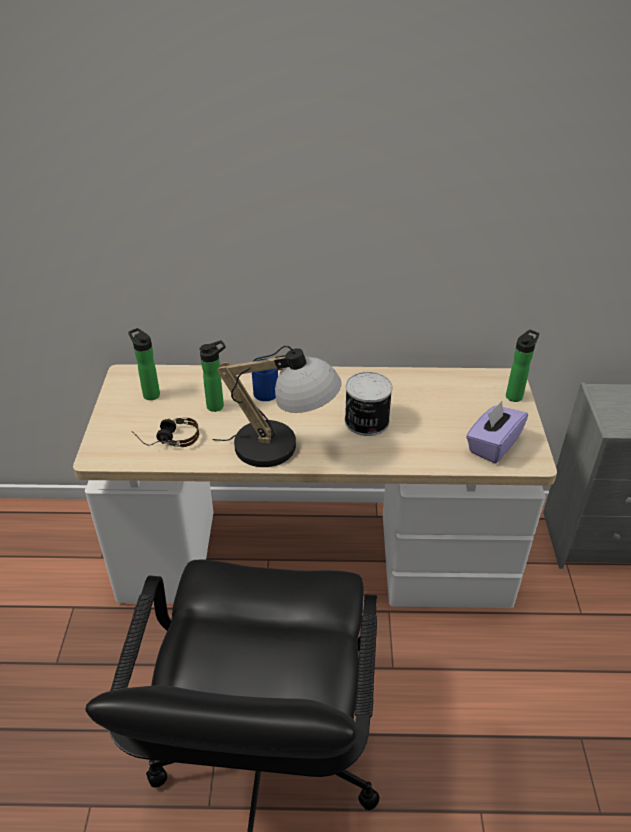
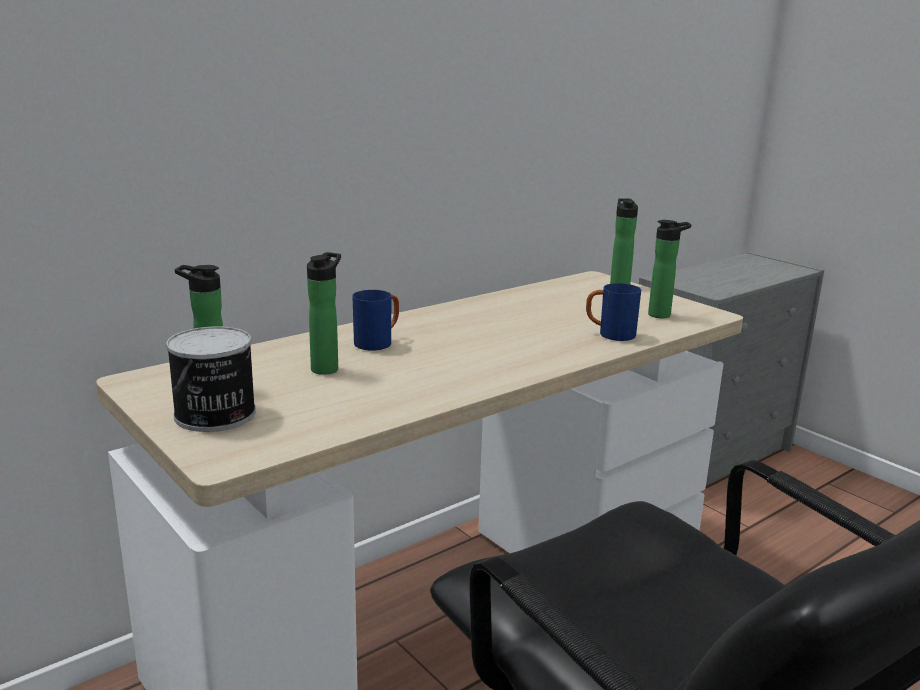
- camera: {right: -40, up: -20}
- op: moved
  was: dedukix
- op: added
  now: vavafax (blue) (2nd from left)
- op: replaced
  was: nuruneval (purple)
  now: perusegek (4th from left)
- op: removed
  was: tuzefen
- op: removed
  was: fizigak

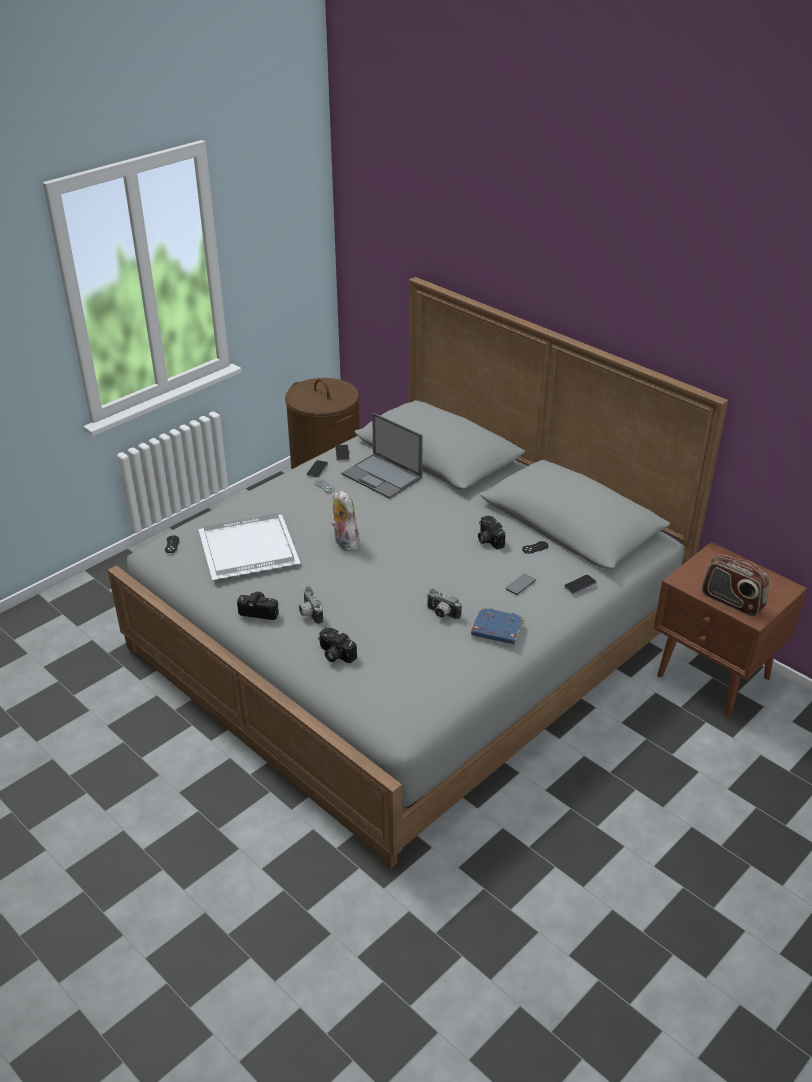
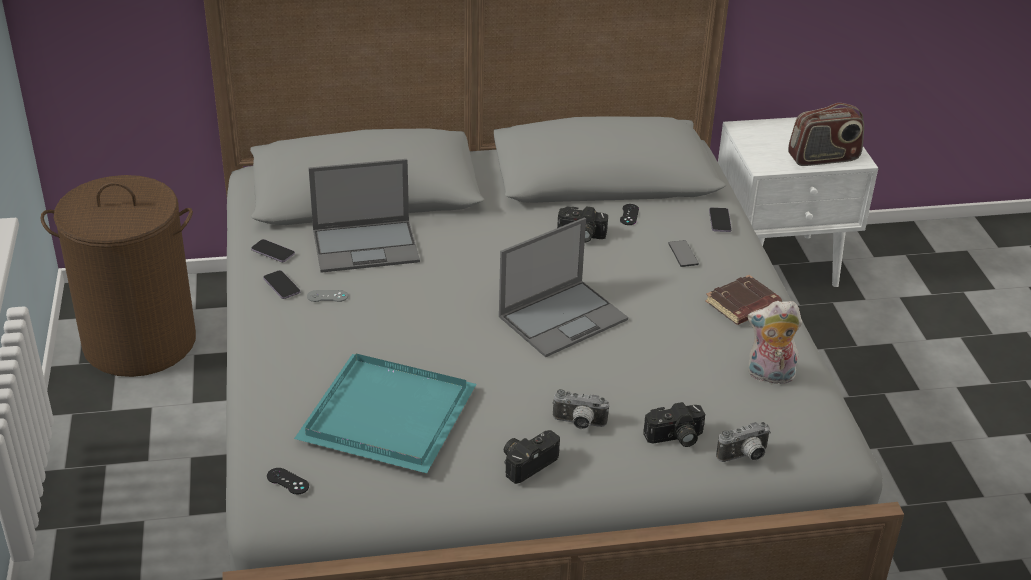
- camera: {right: -55, up: 0}
- op: recoloured
  was: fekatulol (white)
  now: fekatulol (turquoise)
- op: added
  now: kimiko (2nd from left)
- op: recoloured
  was: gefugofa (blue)
  now: gefugofa (brown)
- op: moved
  was: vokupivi (4th from left in the first image)
  now: vokupivi (5th from left)
- op: recoloured
  was: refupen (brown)
  now: refupen (white)
- op: moved
  was: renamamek

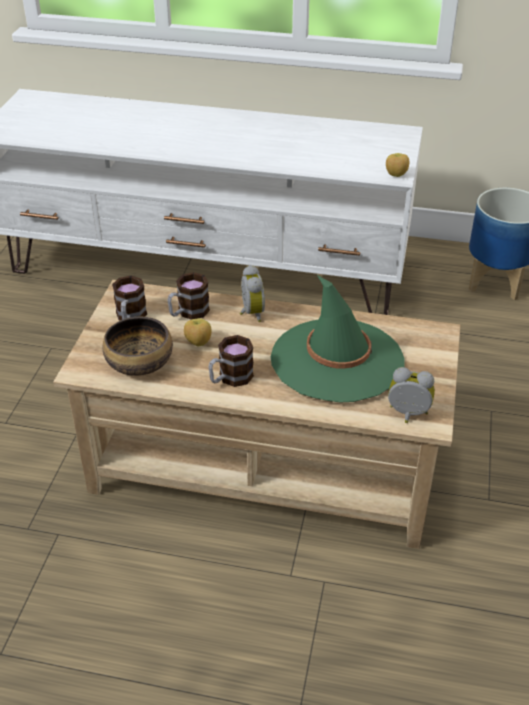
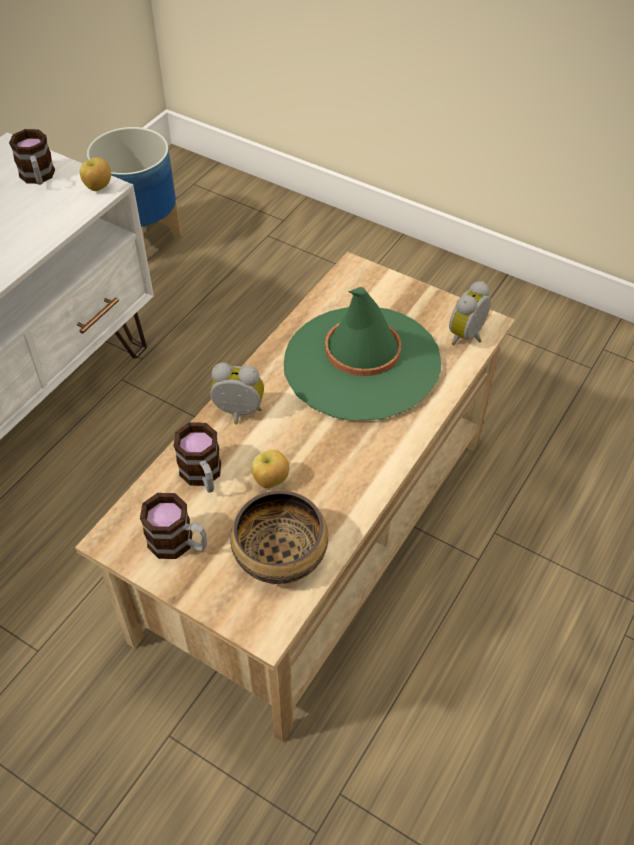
- camera: {right: -70, up: 10}
- op: moved
  was: vavafax (3rd from left in the first image)
  now: vavafax (1st from left)

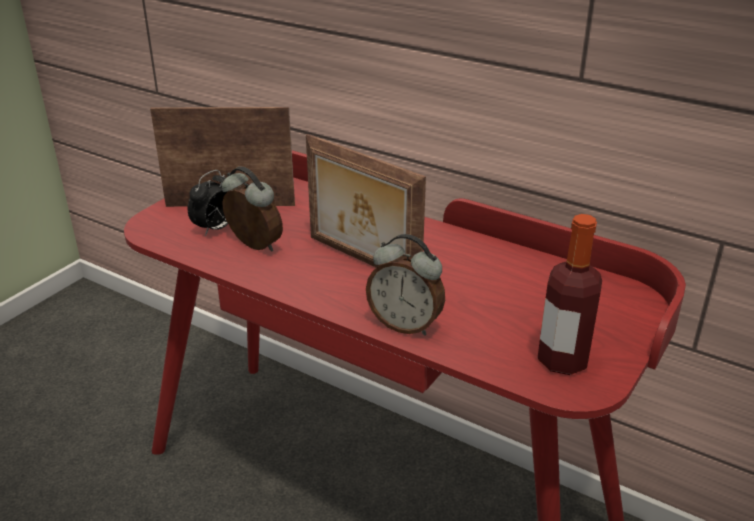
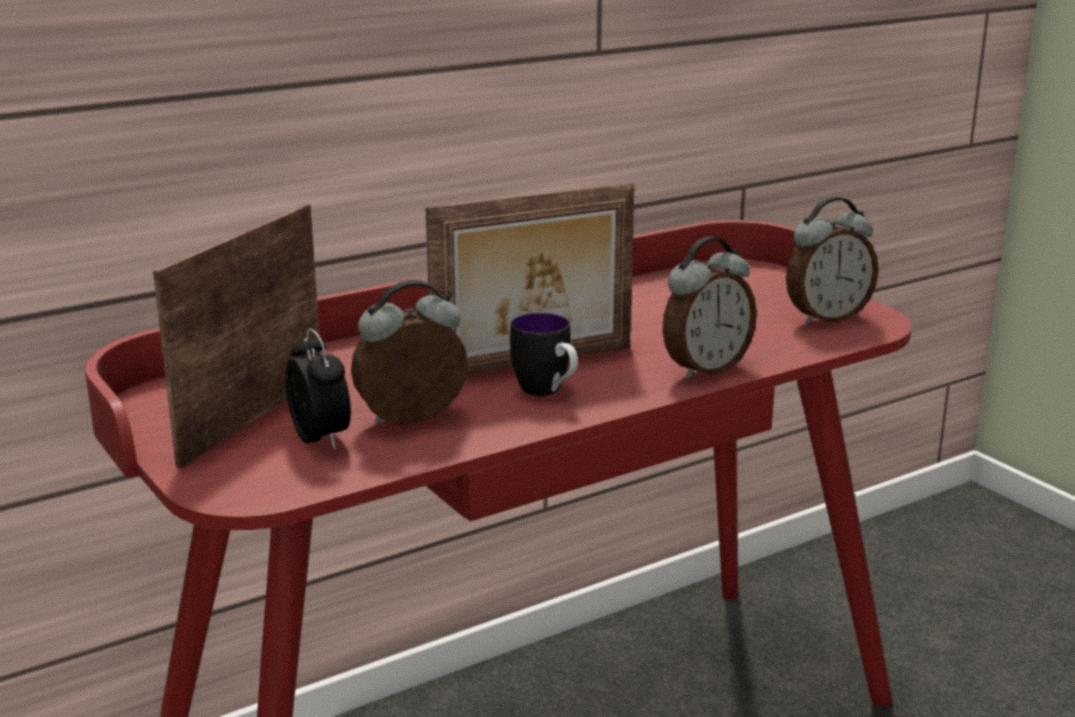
- camera: {right: -65, up: -10}
- op: added
  now: vavafax
- op: replaced
  was: perusegek
  now: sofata (4th from left)

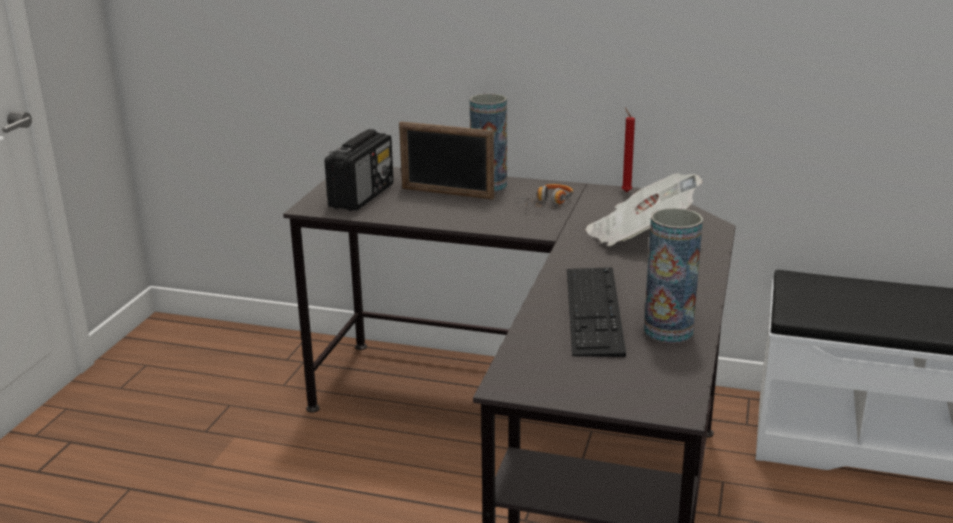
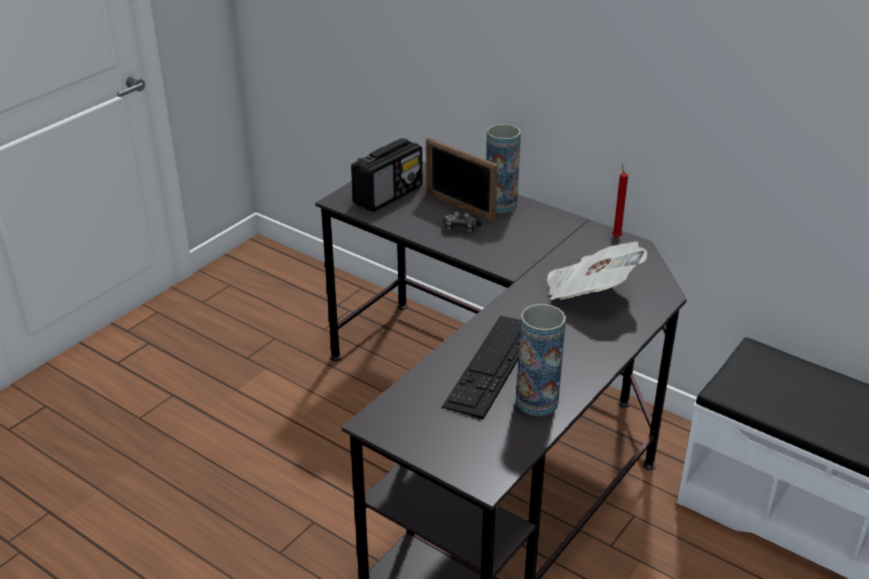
- camera: {right: 20, up: 10}
- op: added
  now: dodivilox
- op: removed
  was: tuzefen

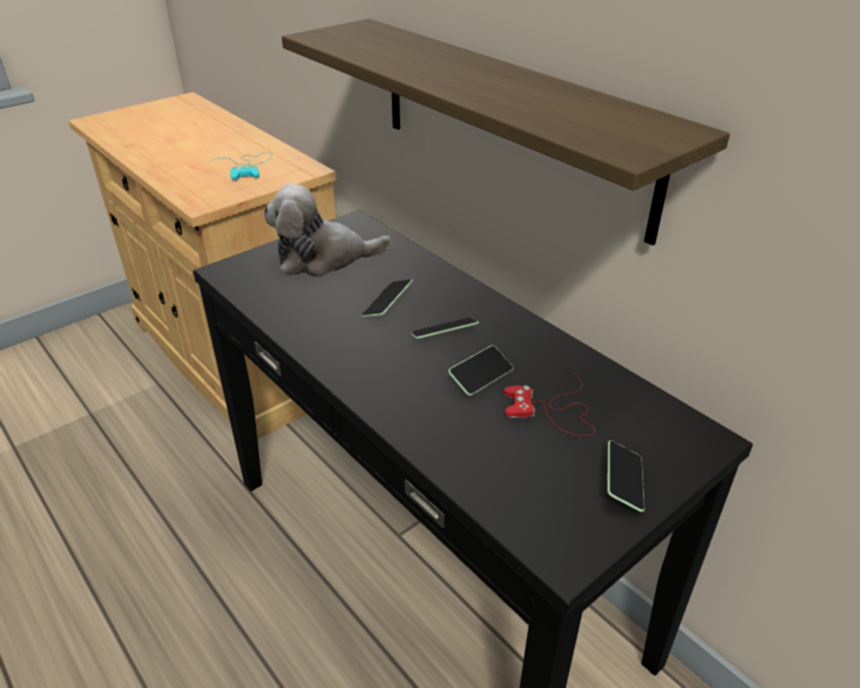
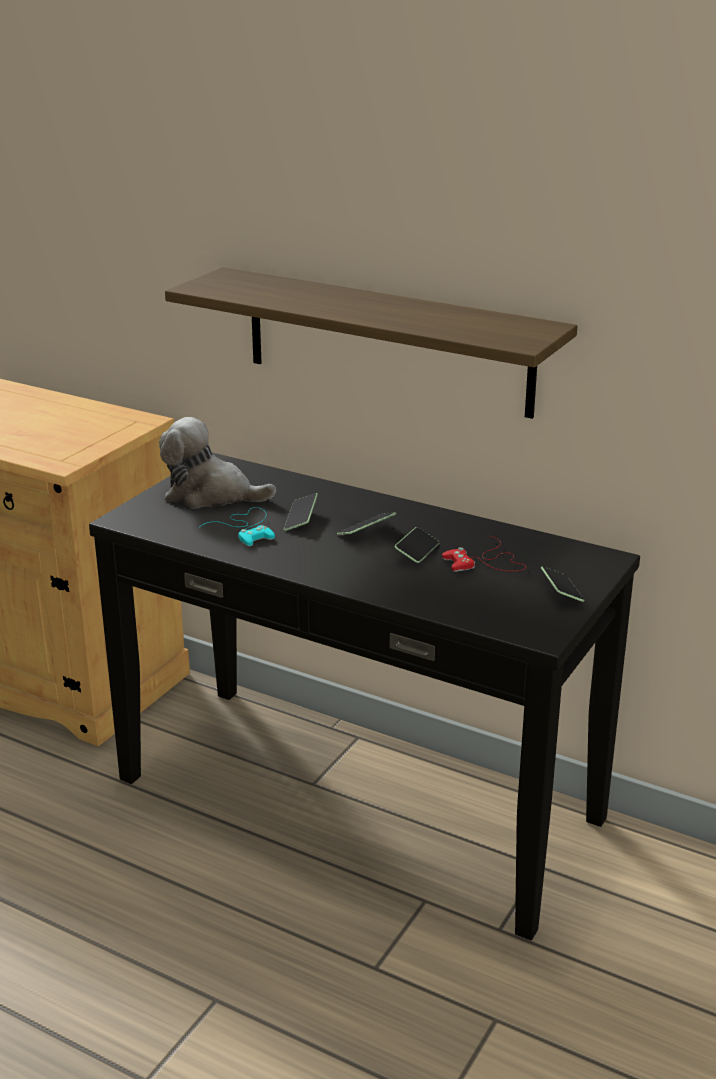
- camera: {right: -20, up: -10}
- op: turned
  was: renamamek
  clockwise: 45
- op: moved
  was: dodivilox (turquoise)

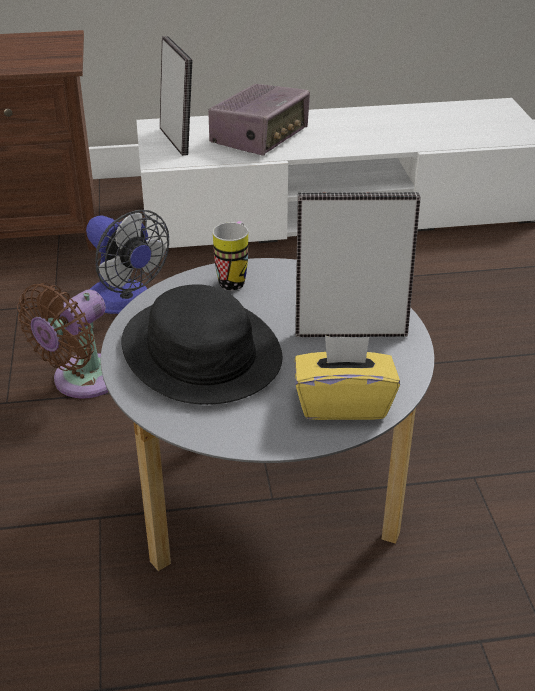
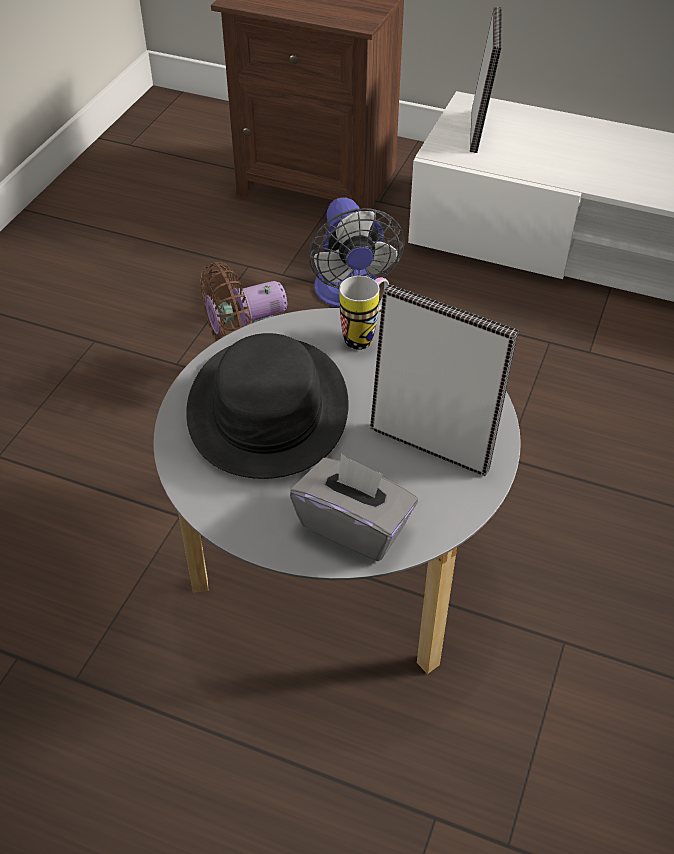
- camera: {right: 30, up: 10}
- op: recoloured
  was: nuruneval (yellow)
  now: nuruneval (grey)
- op: removed
  was: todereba

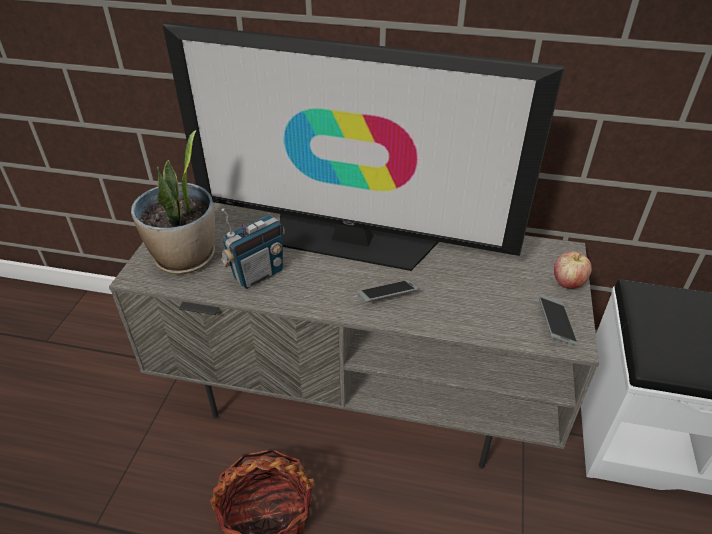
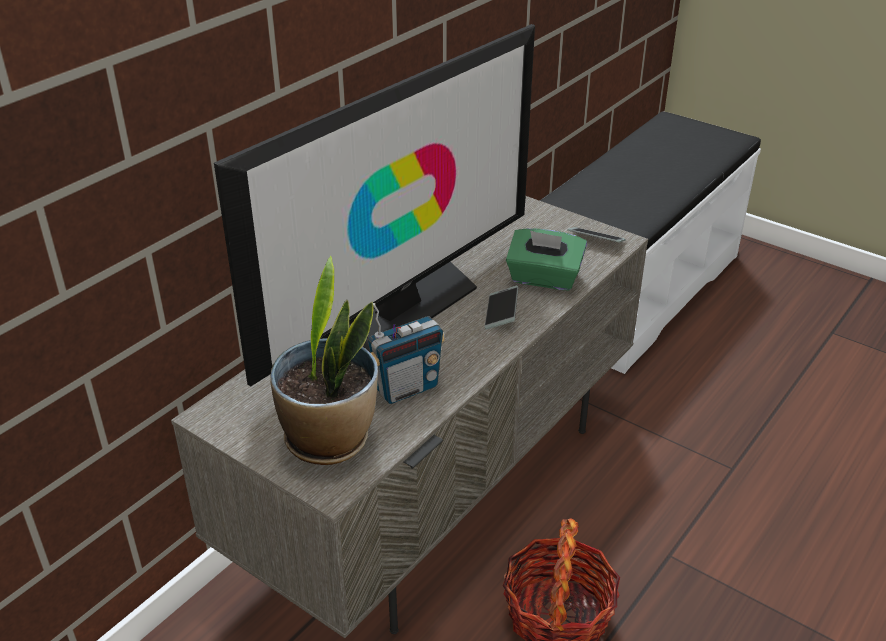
- camera: {right: -65, up: -5}
- op: turned
  was: todereba
  clockwise: 75
- op: added
  now: nuruneval (green)
- op: removed
  was: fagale

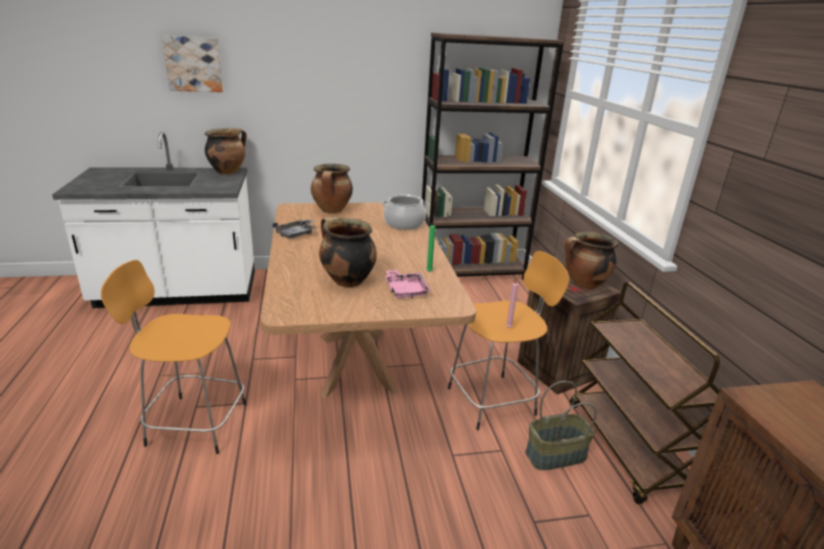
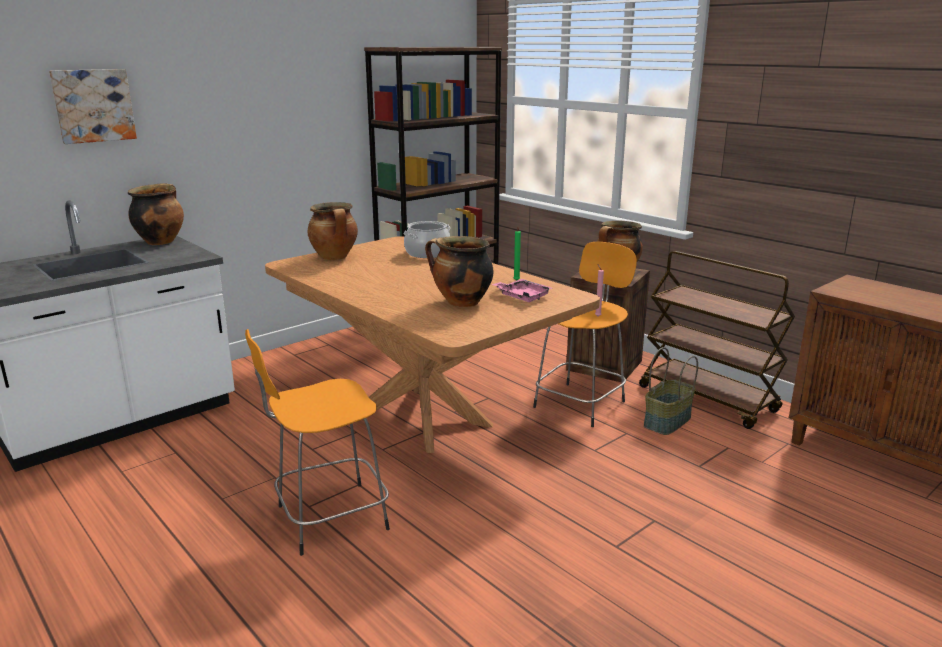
- camera: {right: -30, up: -5}
- op: removed
  was: fekatulol (grey)

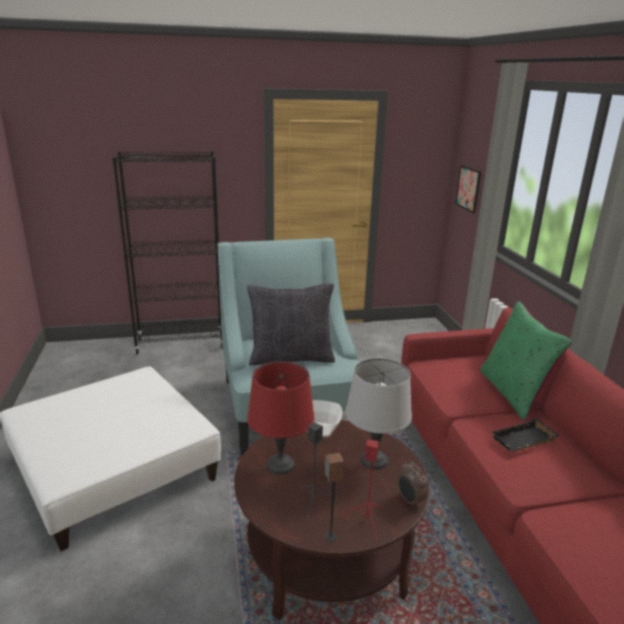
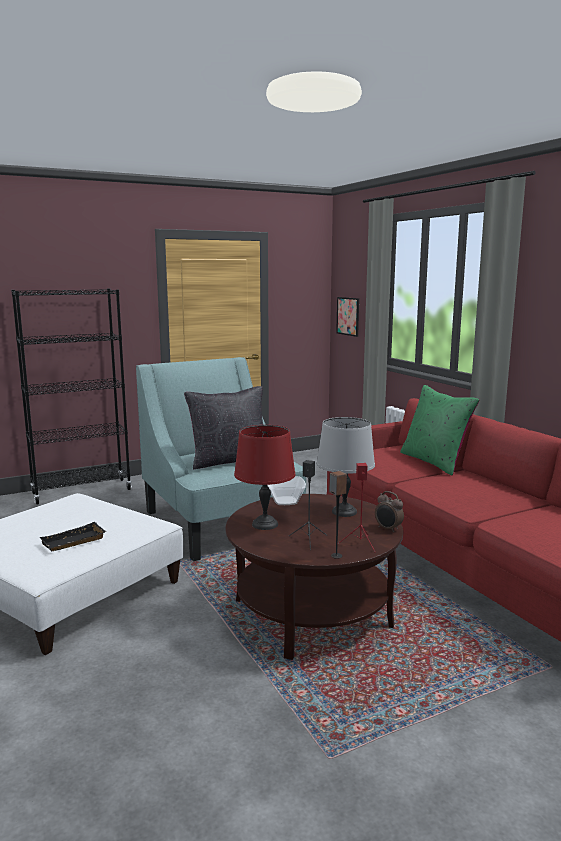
- camera: {right: -15, up: -10}
- op: moved
  was: fekatulol (black)

